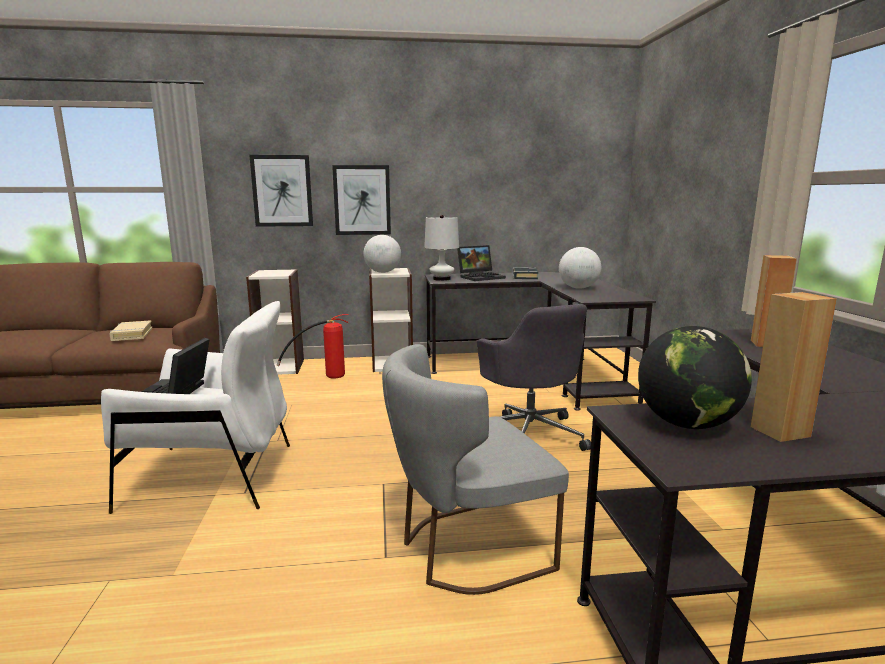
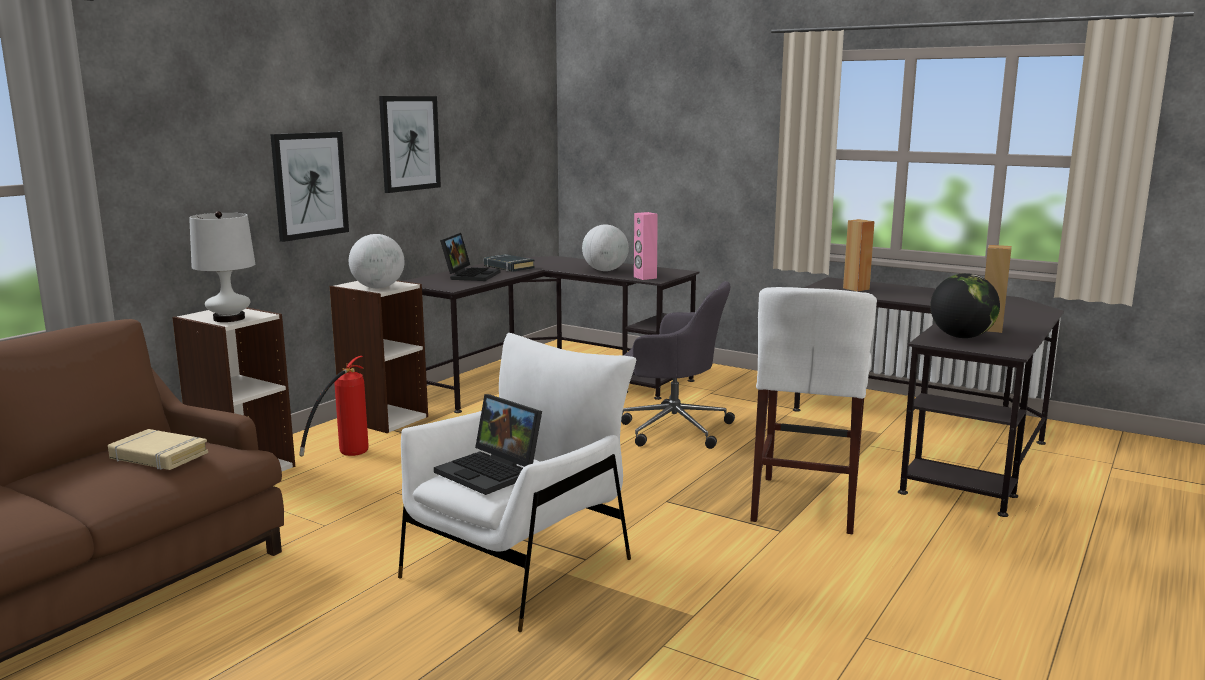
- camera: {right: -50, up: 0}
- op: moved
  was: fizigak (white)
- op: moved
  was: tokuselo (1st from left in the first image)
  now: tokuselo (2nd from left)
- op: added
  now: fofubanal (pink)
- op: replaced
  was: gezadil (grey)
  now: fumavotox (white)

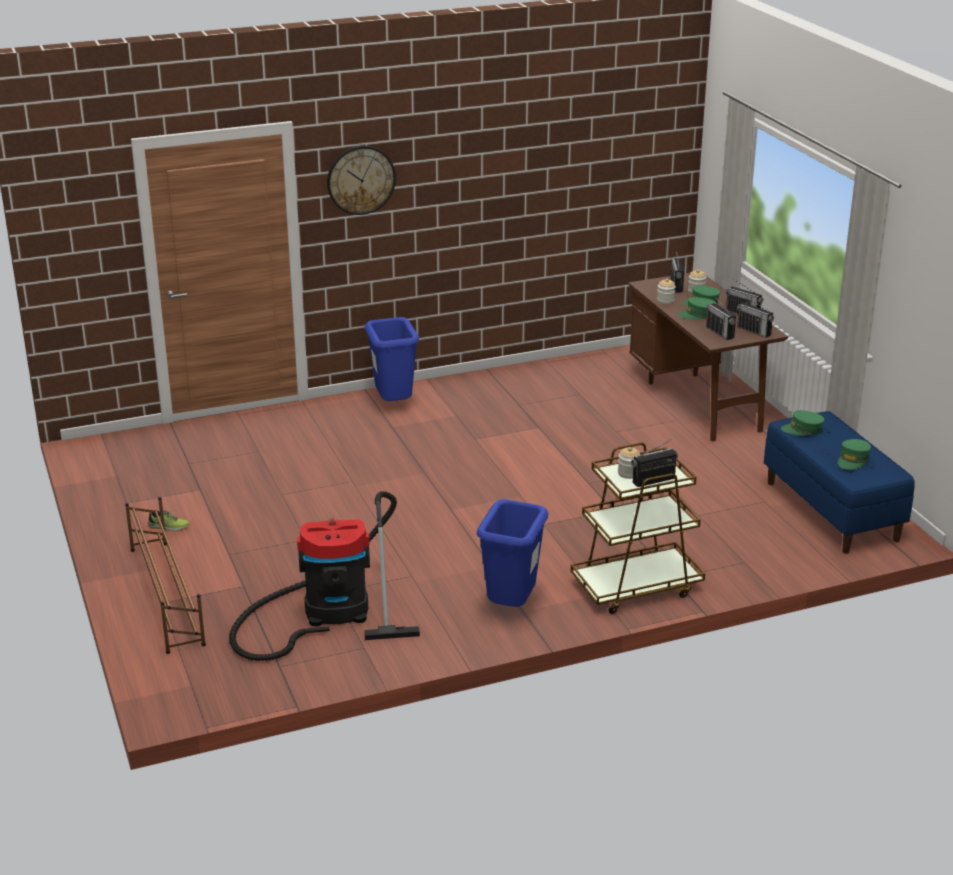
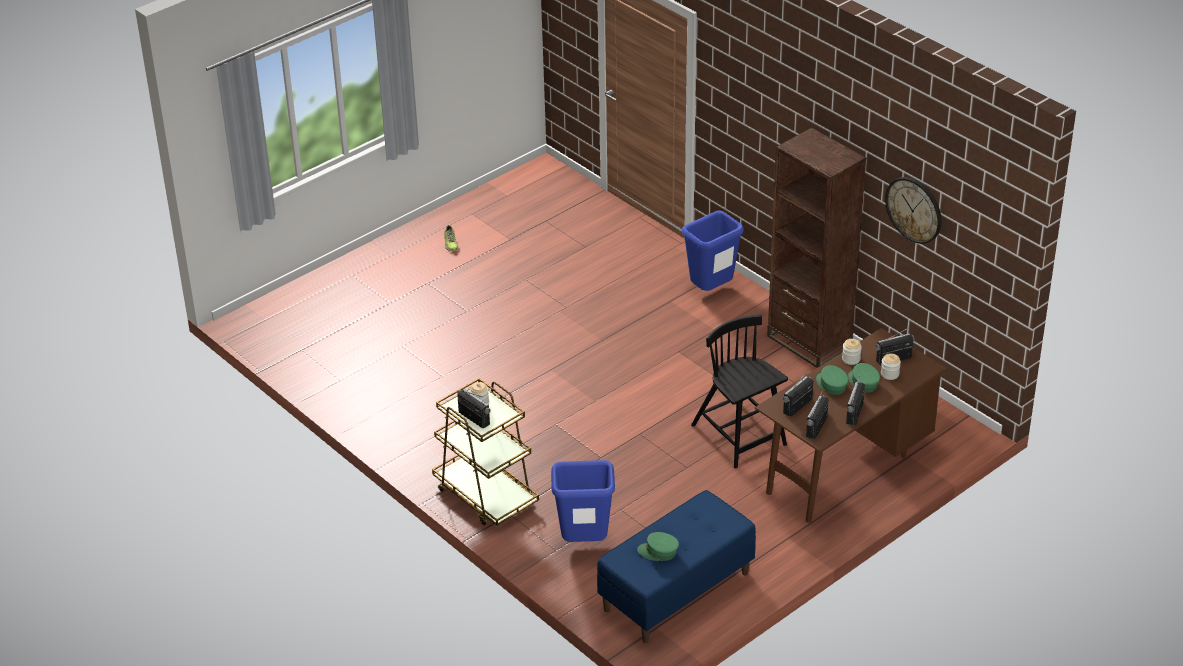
- camera: {right: 70, up: 10}
- op: moved
  was: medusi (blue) (2nd from left in the first image)
  now: medusi (blue) (1st from left)
- op: added
  now: gezadil (black)
- op: added
  now: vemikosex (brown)
- op: moved
  was: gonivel
- op: removed
  was: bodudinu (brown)
- op: removed
  was: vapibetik
- op: removed
  was: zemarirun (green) (3rd from left)

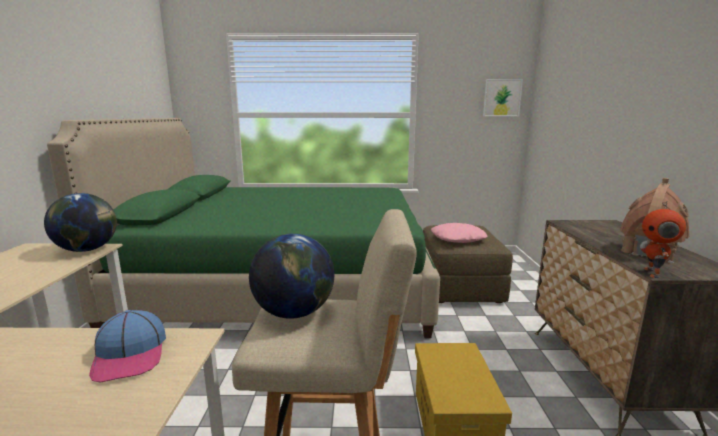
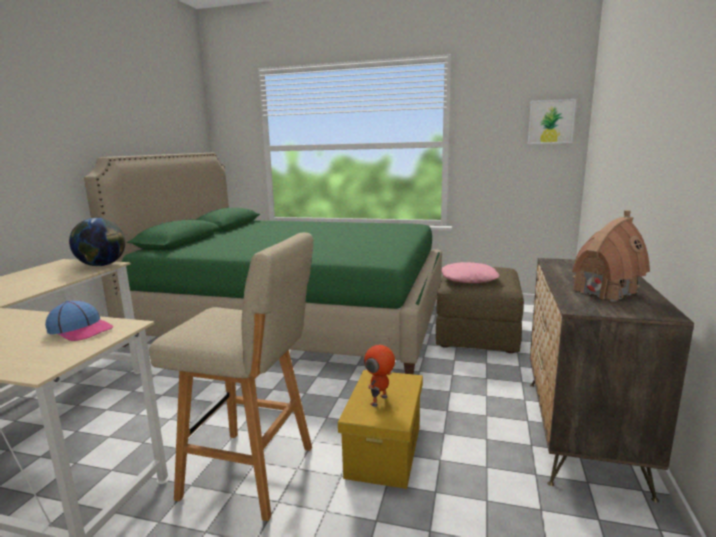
- camera: {right: 15, up: 0}
- op: turned
  was: zemarirun
  clockwise: -60
- op: moved
  was: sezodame
- op: removed
  was: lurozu (2nd from left)

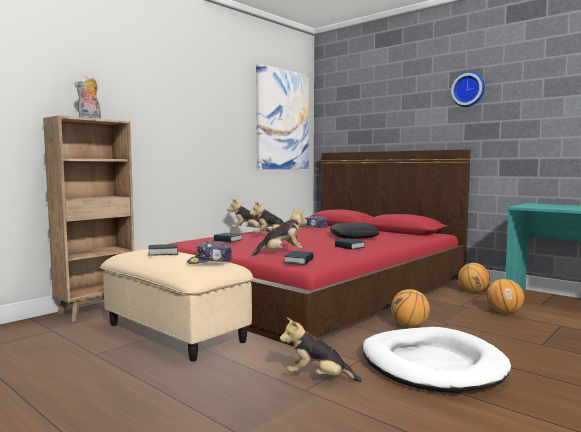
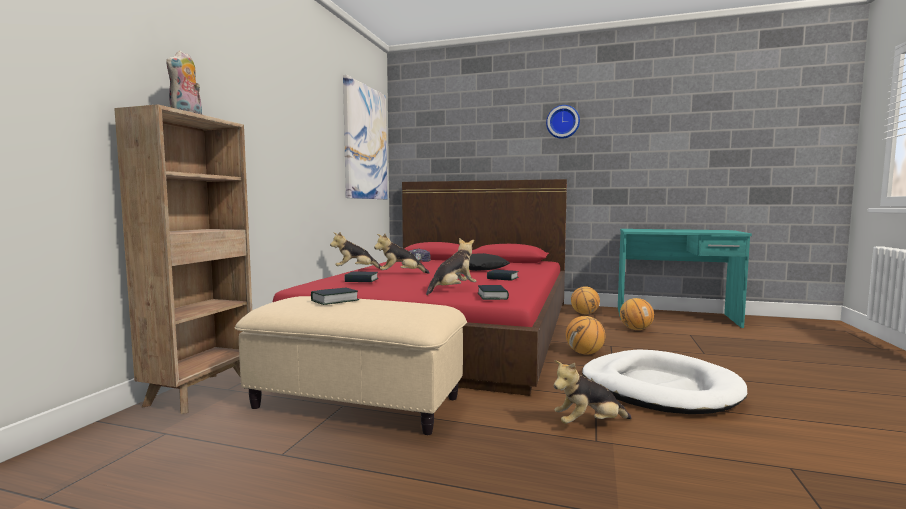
- camera: {right: -25, up: 0}
- op: removed
  was: zemarirun (1st from left)

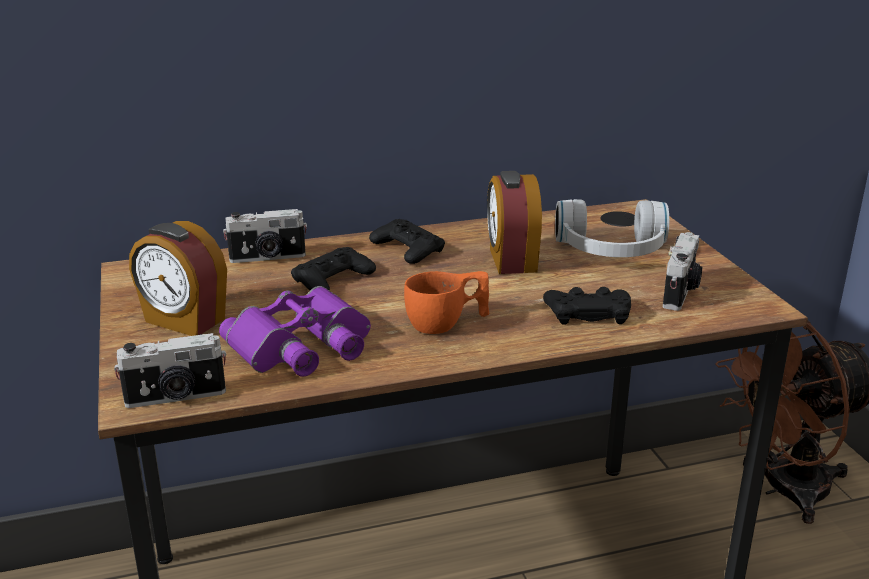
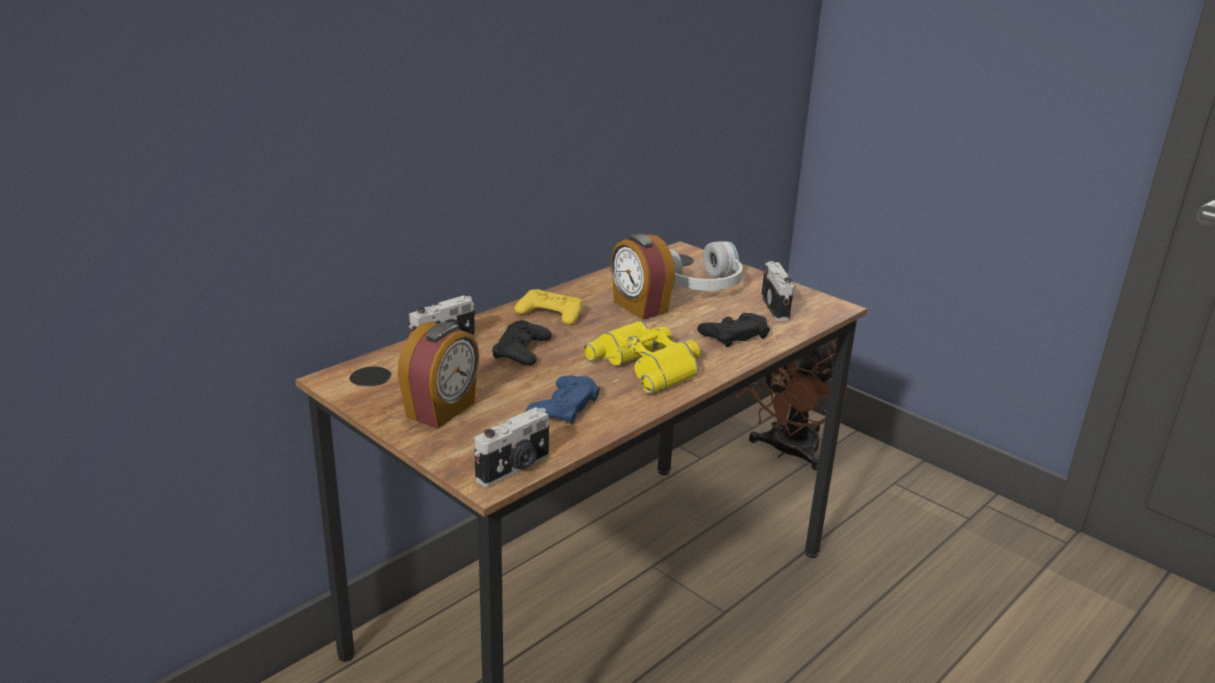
- camera: {right: -30, up: 0}
- op: turned
  was: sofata (1st from left)
  clockwise: -60
- op: recoloured
  was: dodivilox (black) (2nd from left)
  now: dodivilox (yellow)
- op: replaced
  was: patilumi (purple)
  now: dodivilox (blue)
- op: replaced
  was: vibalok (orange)
  now: patilumi (yellow)

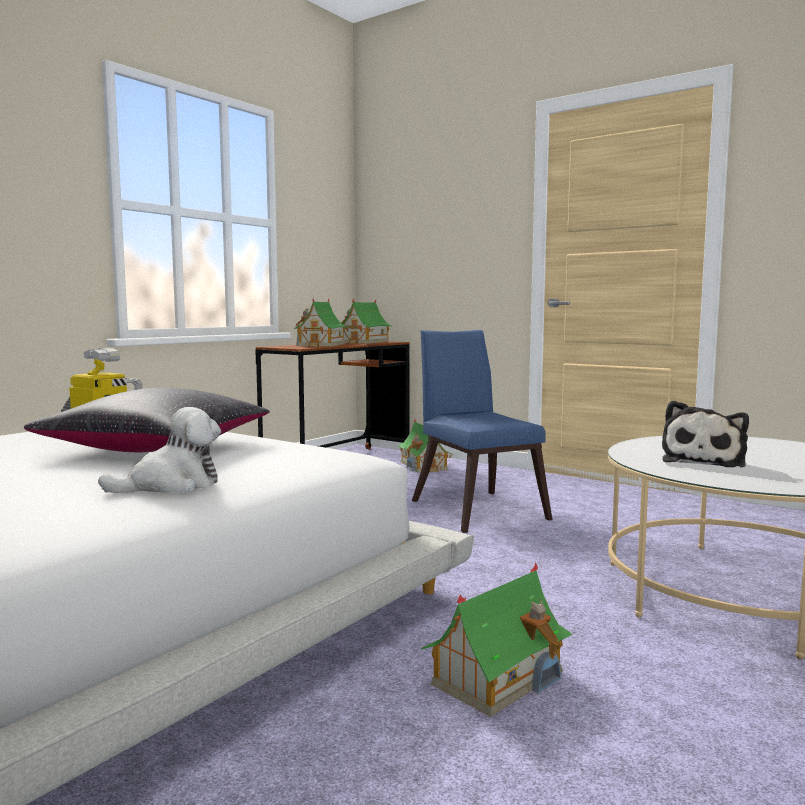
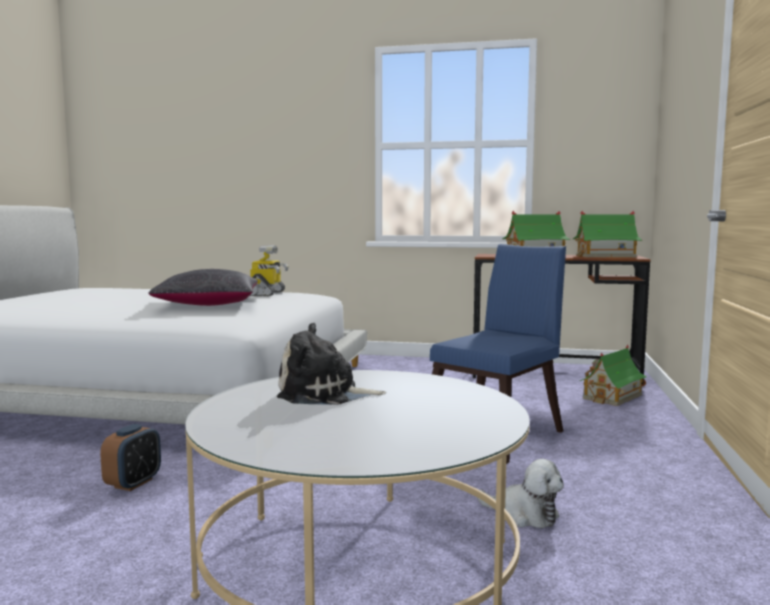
- camera: {right: 65, up: 0}
- op: replaced
  was: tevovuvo (4th from left)
  now: sofata
- op: moved
  was: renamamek (1st from left in the first image)
  now: renamamek (2nd from left)

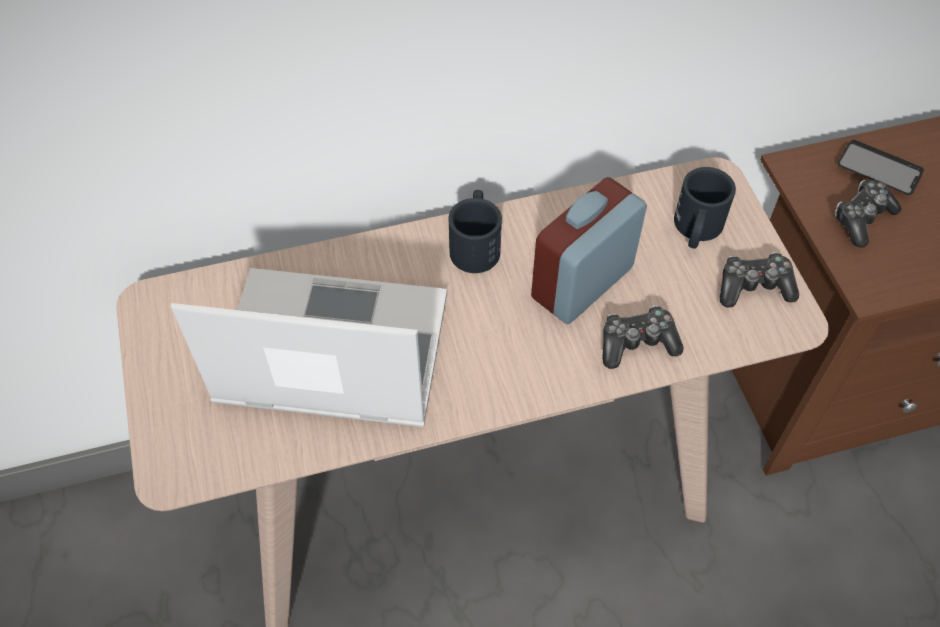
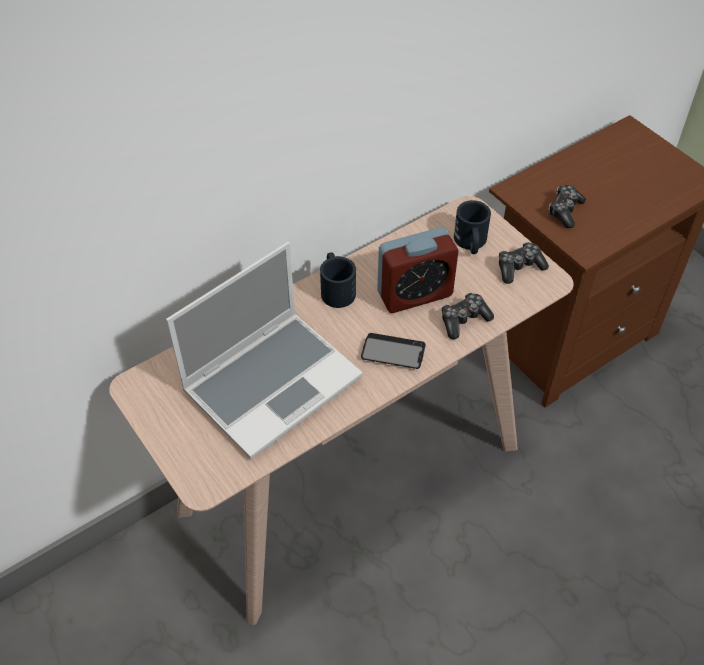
- camera: {right: -20, up: -5}
- op: turned
  was: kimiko
  clockwise: 150
- op: moved
  was: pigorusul
- op: turned
  was: sofata
  clockwise: -135

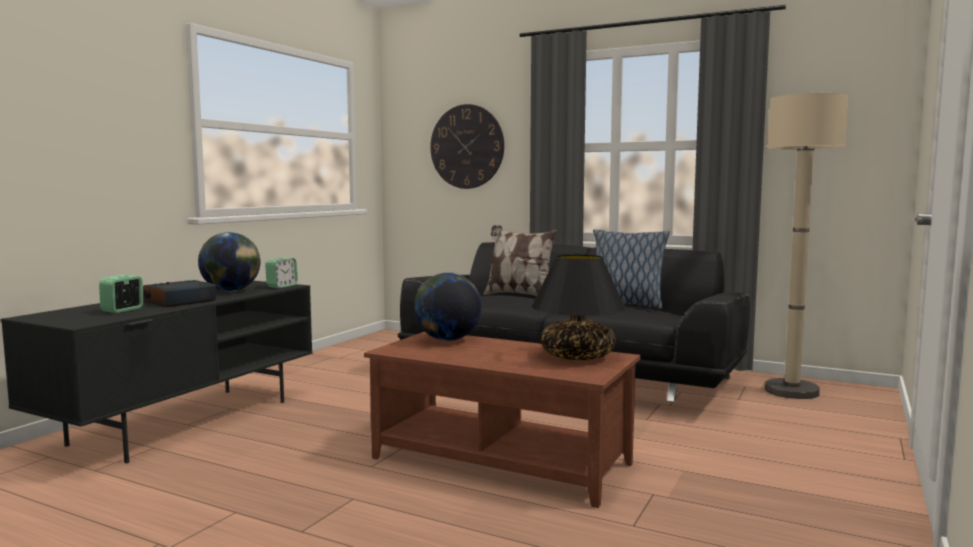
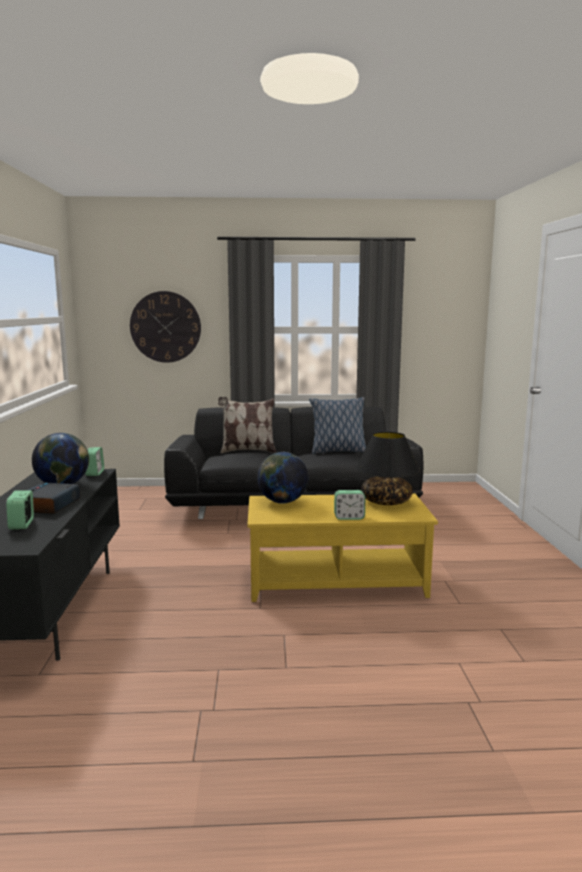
- camera: {right: -30, up: 5}
- op: recoloured
  was: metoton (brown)
  now: metoton (yellow)
- op: added
  now: sofata (4th from left)
- op: removed
  was: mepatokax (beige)

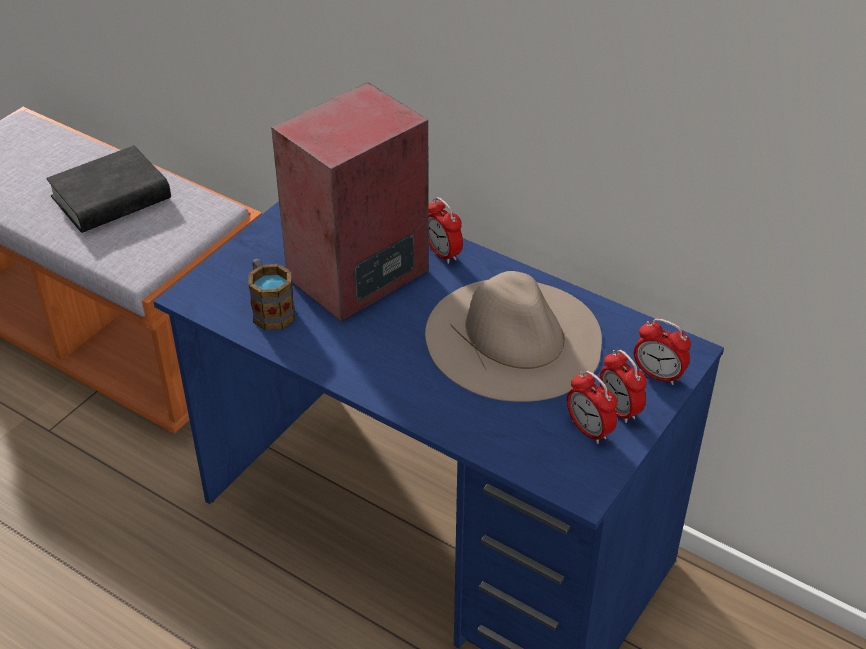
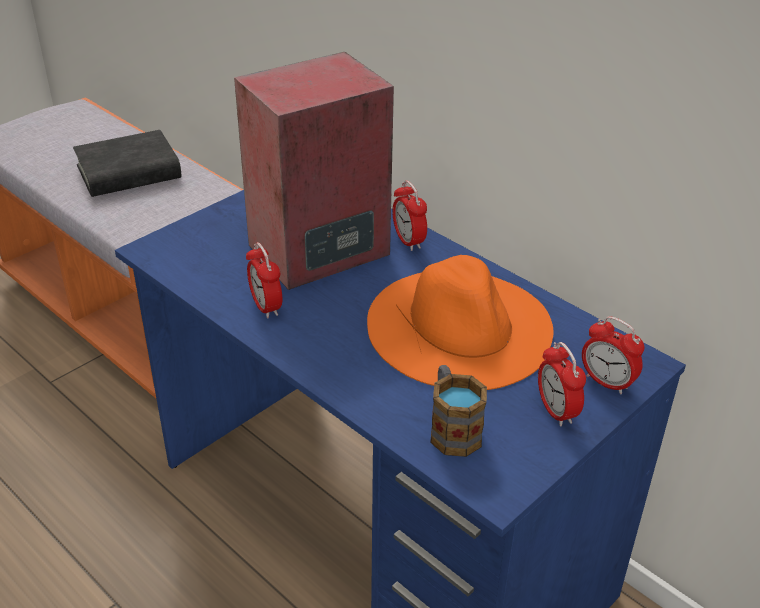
- camera: {right: 10, up: -5}
- op: moved
  was: sofata (2nd from left in the first image)
  now: sofata (1st from left)
- op: recoloured
  was: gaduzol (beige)
  now: gaduzol (orange)
- op: moved
  was: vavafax

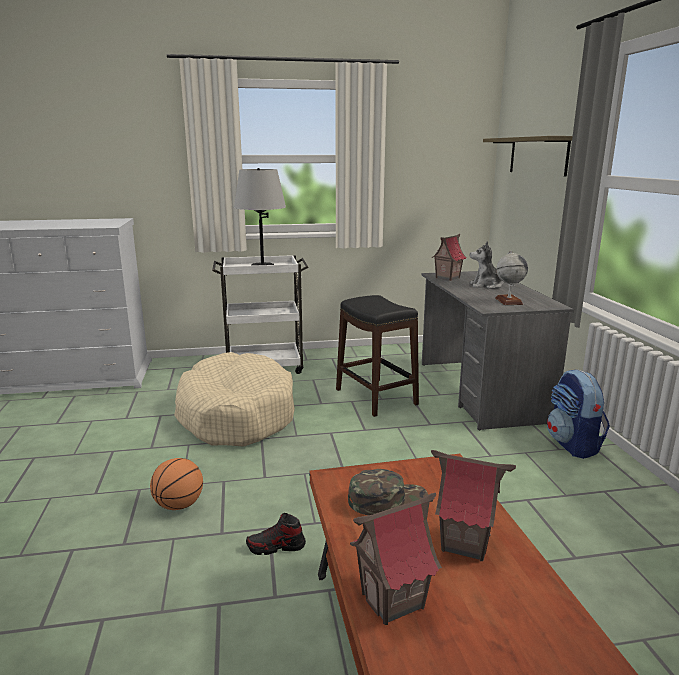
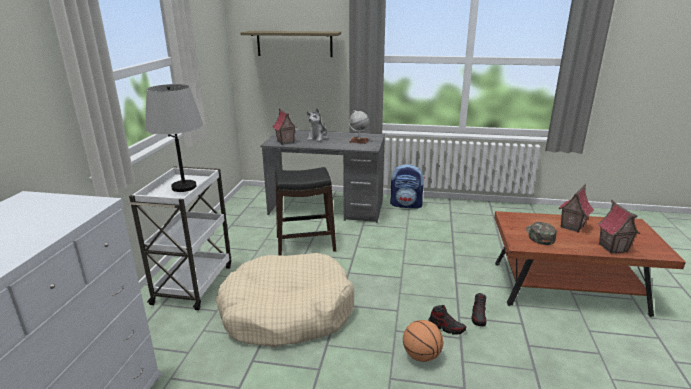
- camera: {right: -70, up: 5}
- op: added
  now: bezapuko (1st from left)

